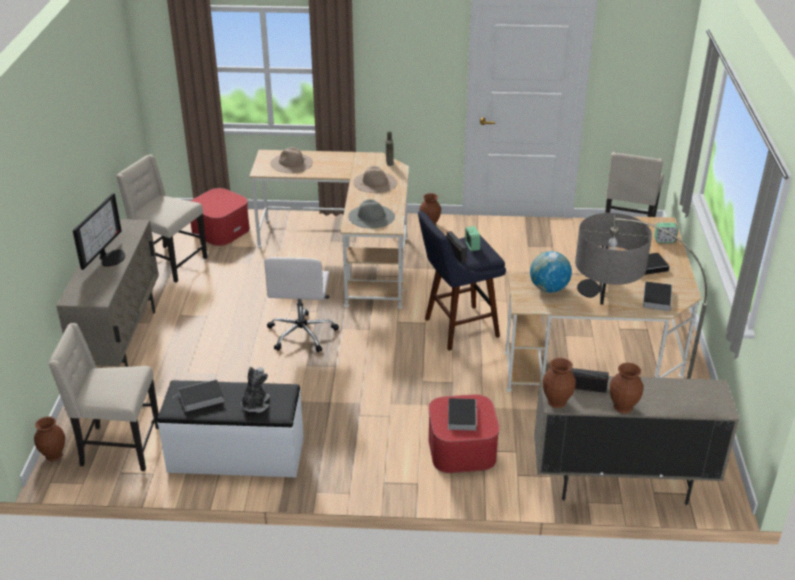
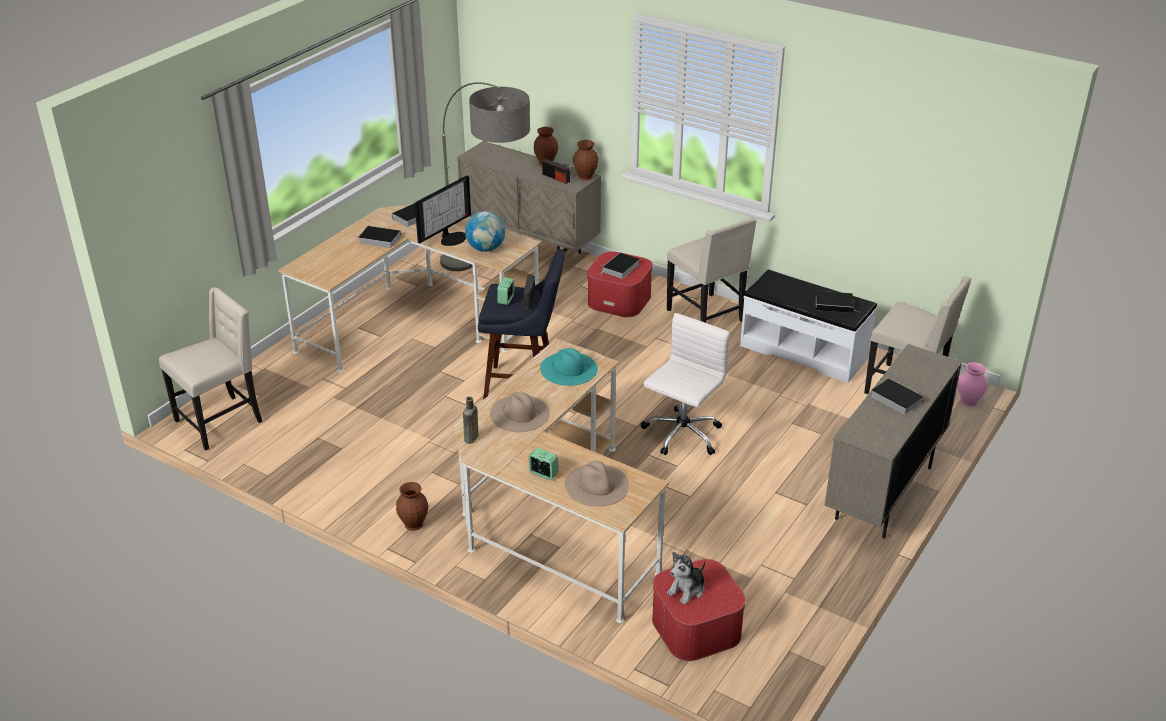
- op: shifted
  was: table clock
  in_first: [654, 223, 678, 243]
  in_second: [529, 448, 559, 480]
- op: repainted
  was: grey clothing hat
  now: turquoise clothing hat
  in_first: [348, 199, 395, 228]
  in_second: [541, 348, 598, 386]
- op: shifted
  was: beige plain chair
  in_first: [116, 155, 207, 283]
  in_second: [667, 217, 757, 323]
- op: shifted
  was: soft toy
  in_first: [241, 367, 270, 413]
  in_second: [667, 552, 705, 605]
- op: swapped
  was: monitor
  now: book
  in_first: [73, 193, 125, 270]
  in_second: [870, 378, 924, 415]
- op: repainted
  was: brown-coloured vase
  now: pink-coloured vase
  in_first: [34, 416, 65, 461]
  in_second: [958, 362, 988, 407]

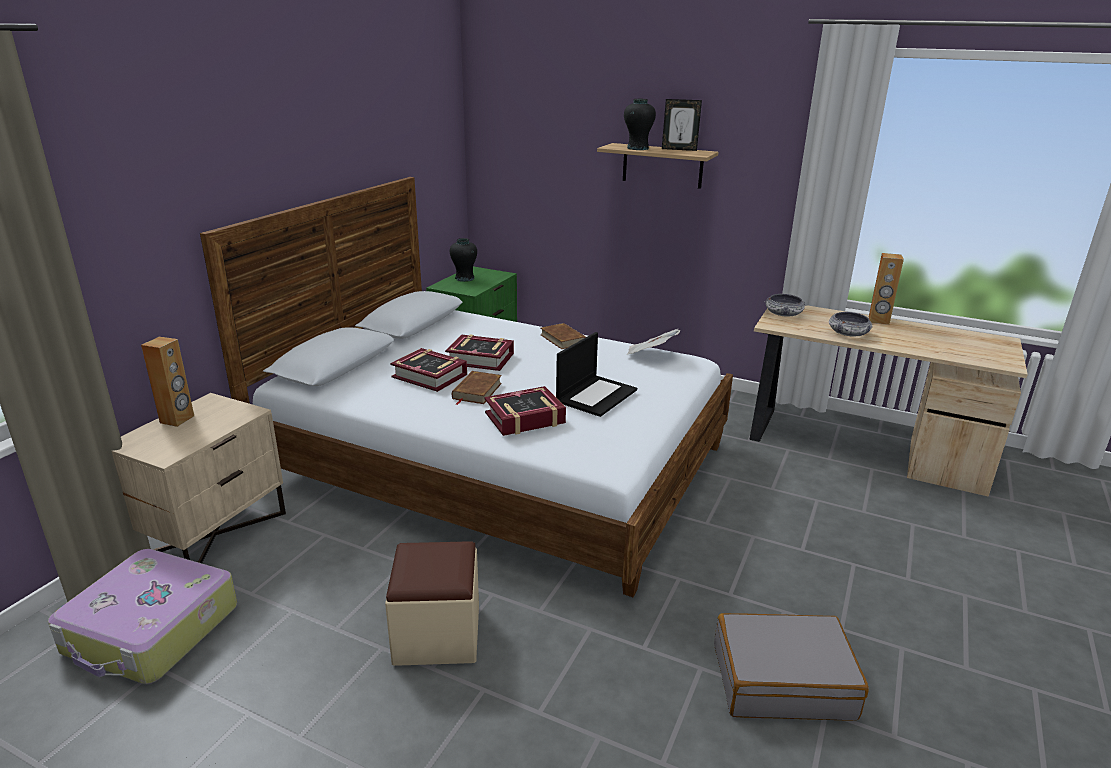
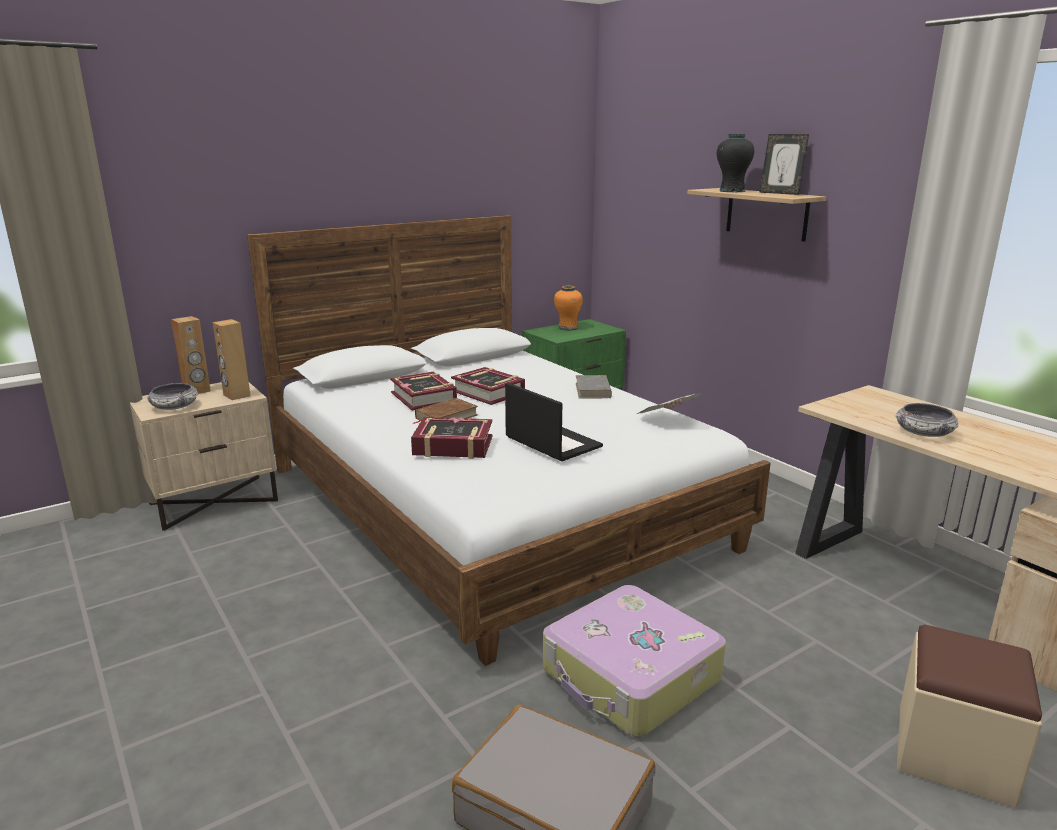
- op: shifted
  was: bowl
  in_first: [764, 294, 806, 317]
  in_second: [147, 383, 198, 410]
- op: shifted
  was: brown-coloured loudspeaker
  in_first: [869, 253, 904, 325]
  in_second: [213, 319, 251, 400]
- op: rotated
  was: laptop
  in_first: [556, 332, 637, 417]
  in_second: [505, 383, 603, 461]
  clockwise: -105
- op: shifted
  was: travel case
  in_first: [48, 549, 237, 684]
  in_second: [543, 585, 726, 737]
- op: repainted
  was: black-coloured vase
  now: orangey vase
  in_first: [450, 238, 477, 282]
  in_second: [554, 286, 583, 331]
- op: repainted
  was: brown-coloured book
  now: grey book
  in_first: [541, 323, 586, 349]
  in_second: [576, 375, 612, 399]
- op: shifted
  was: beige pouffe
  in_first: [385, 541, 479, 666]
  in_second: [897, 625, 1042, 808]

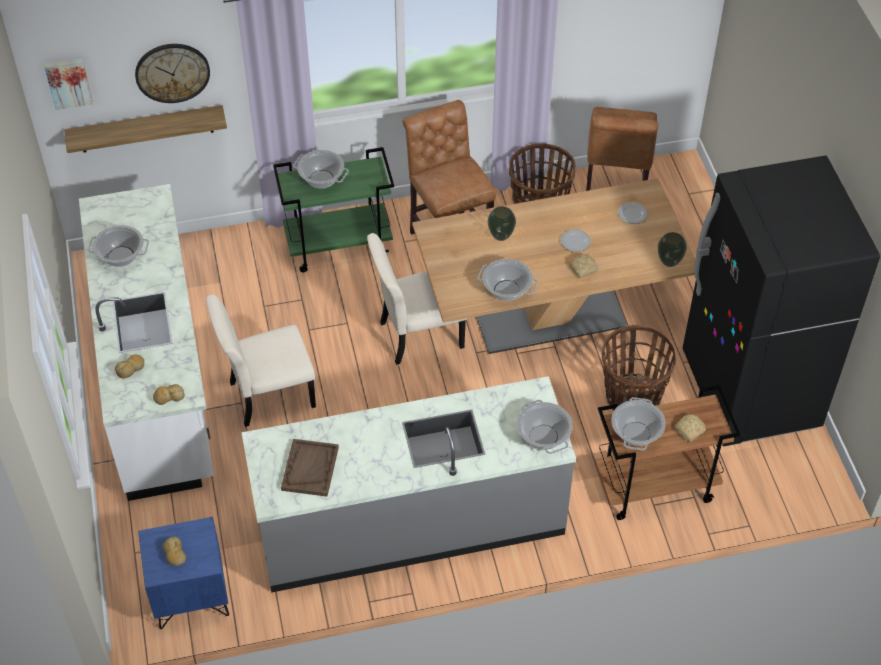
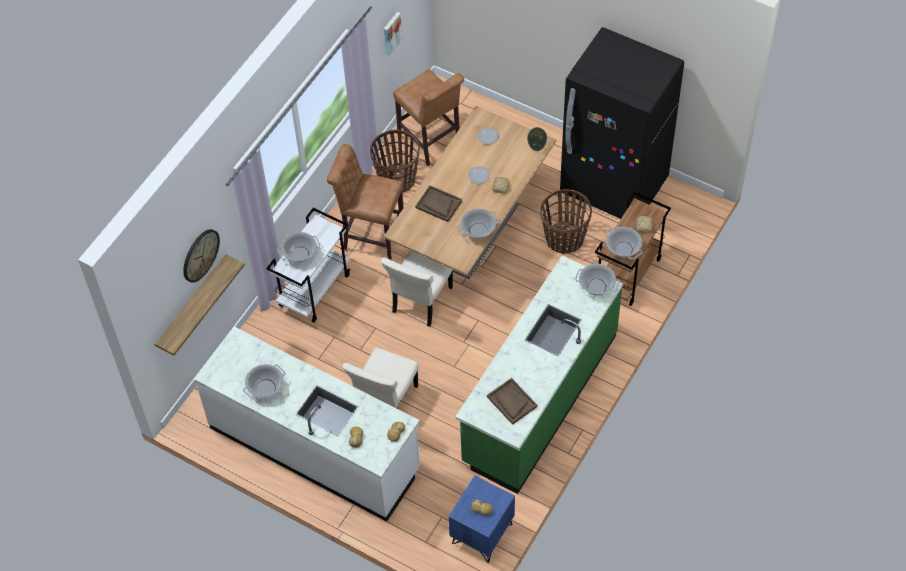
- op: repainted
  was: green cart
  now: white cart
  in_first: [273, 147, 394, 272]
  in_second: [266, 208, 350, 323]
- op: shifted
  was: wall picture
  in_first: [44, 58, 93, 110]
  in_second: [384, 12, 402, 56]
- op: swapped
  was: vase
  now: brown-coloured tray
  in_first: [488, 206, 516, 241]
  in_second: [415, 185, 462, 222]
- op: repainted
  was: grey kitchen base unit
  now: green kitchen base unit
  in_first: [241, 376, 576, 593]
  in_second: [456, 256, 623, 494]

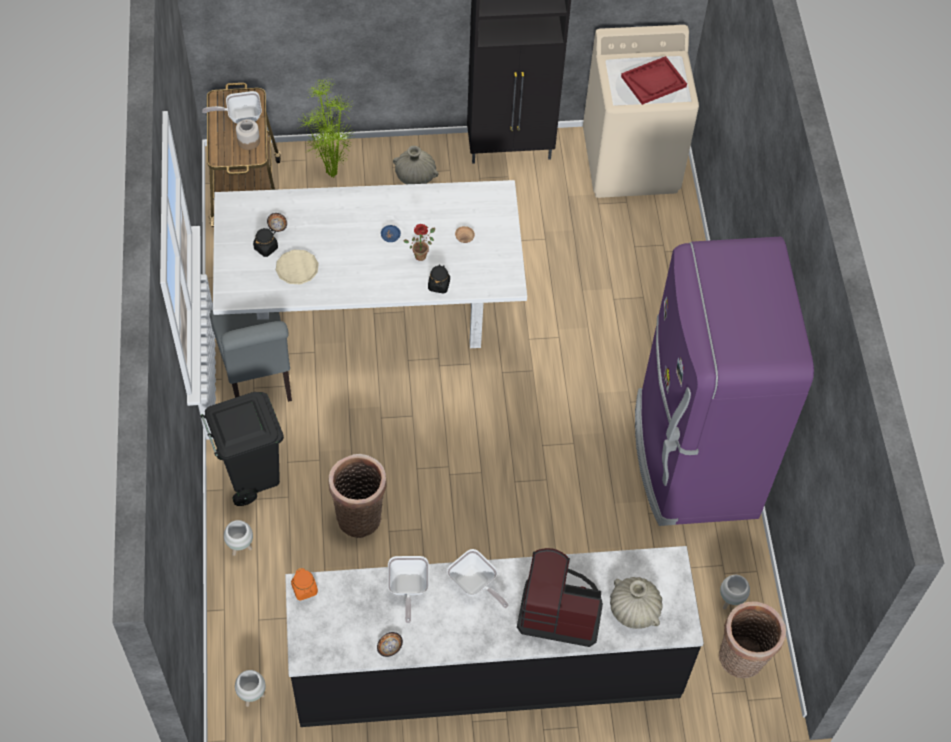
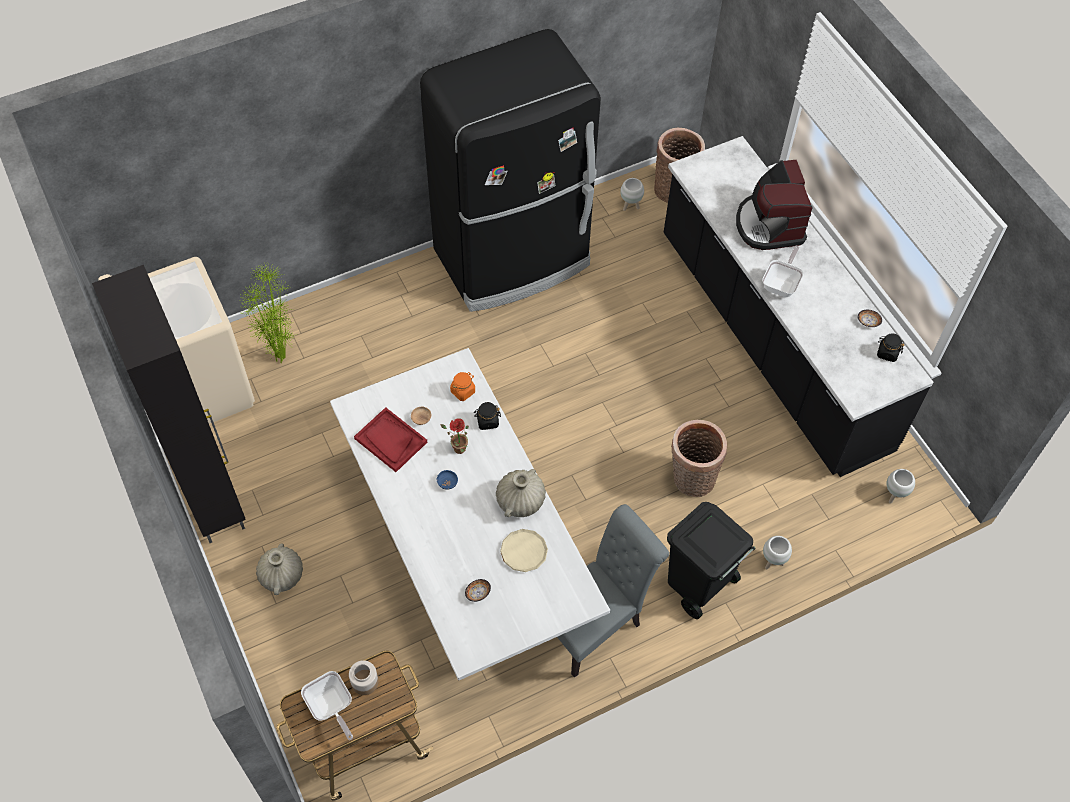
- op: shifted
  was: potted plant
  in_first: [299, 80, 355, 178]
  in_second: [239, 263, 294, 363]
- op: shifted
  was: reddish tray
  in_first: [621, 56, 687, 105]
  in_second: [354, 407, 427, 472]
- op: repainted
  was: purple-coloured refrigerator
  now: black-coloured refrigerator
  in_first: [635, 237, 814, 526]
  in_second: [420, 29, 601, 312]
- op: shifted
  was: orangey storage jar
  in_first: [291, 568, 318, 601]
  in_second: [450, 372, 475, 401]
- op: shifted
  was: beige vase
  in_first: [610, 577, 663, 629]
  in_second: [496, 469, 546, 517]
- op: shifted
  was: black-coloured storage jar
  in_first: [253, 228, 278, 257]
  in_second: [877, 333, 905, 362]
- op: gone
  was: frying pan
  in_first: [388, 556, 429, 623]

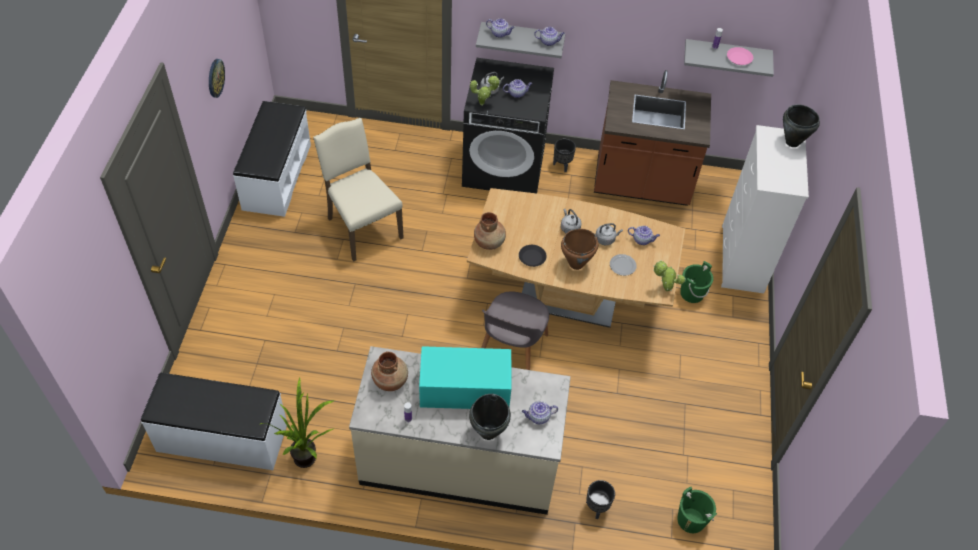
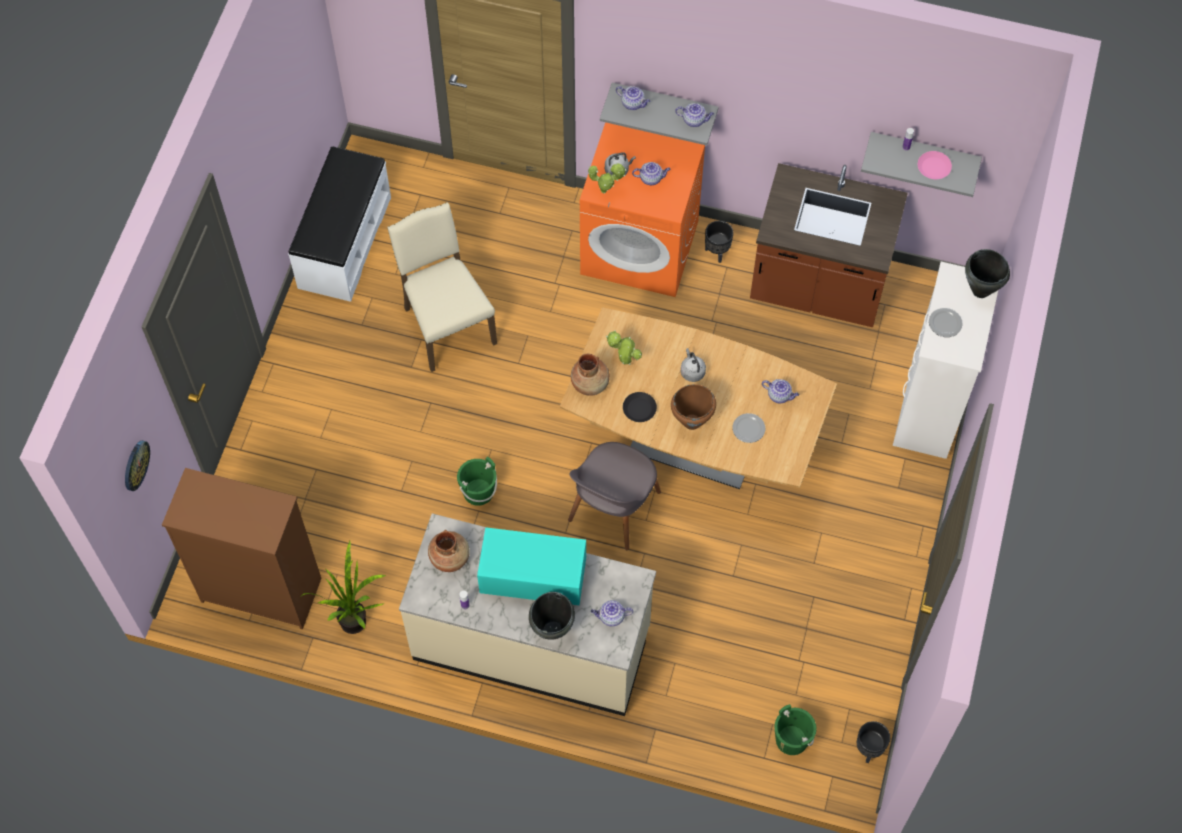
- op: shifted
  was: wall clock
  in_first: [209, 59, 225, 98]
  in_second: [125, 441, 150, 491]
- op: swapped
  was: white indoor bench
  now: brown-coloured chest of drawers
  in_first: [141, 373, 287, 470]
  in_second: [162, 468, 321, 629]
- op: shifted
  was: green bucket
  in_first: [680, 261, 713, 303]
  in_second: [457, 457, 497, 506]
- op: repainted
  was: black-coloured laundry machine
  now: orangey laundry machine
  in_first: [462, 58, 554, 193]
  in_second: [580, 122, 705, 297]
- op: shifted
  was: potted plant
  in_first: [653, 260, 685, 291]
  in_second: [606, 330, 642, 365]
- op: shifted
  was: black-coloured flower pot
  in_first: [586, 480, 615, 519]
  in_second: [857, 721, 890, 763]
- op: new
  now: plate
  in_second: [929, 308, 963, 337]
- op: gone
  was: grey tea kettle
  in_first: [595, 223, 623, 245]

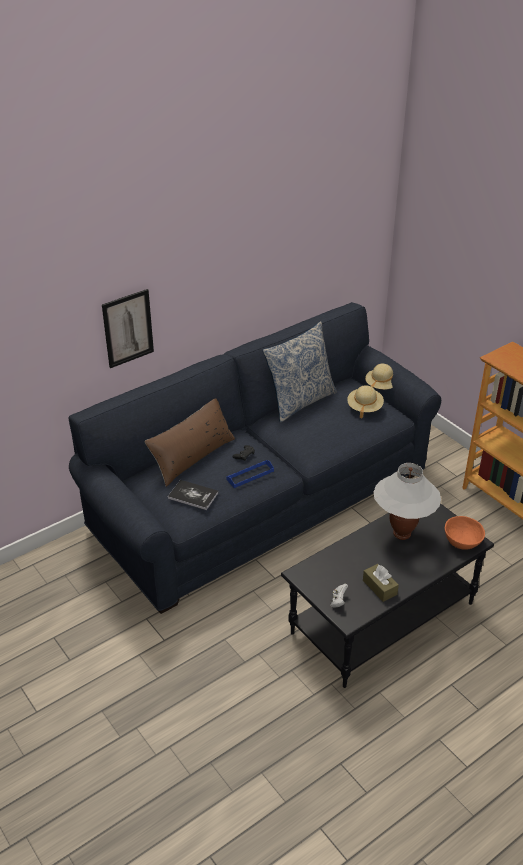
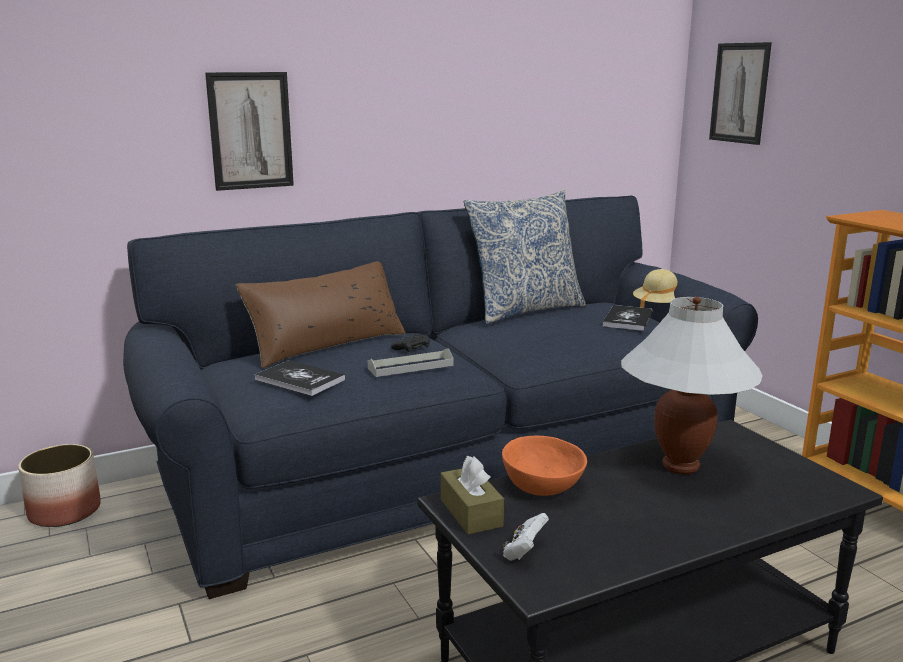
- op: new
  now: flower pot
  in_second: [18, 444, 101, 527]
- op: repainted
  was: blue-coloured tray
  now: grey tray
  in_first: [226, 460, 274, 488]
  in_second: [368, 348, 454, 377]
- op: shifted
  was: brown-coloured box of tissues
  in_first: [363, 564, 399, 602]
  in_second: [441, 456, 504, 535]
- op: shifted
  was: orangey bowl
  in_first: [445, 516, 485, 550]
  in_second: [502, 436, 587, 496]
- op: swapped
  was: beige clothing hat
  now: book
  in_first: [347, 385, 384, 418]
  in_second: [603, 305, 652, 331]
- op: new
  now: wall picture
  in_second: [709, 42, 772, 145]

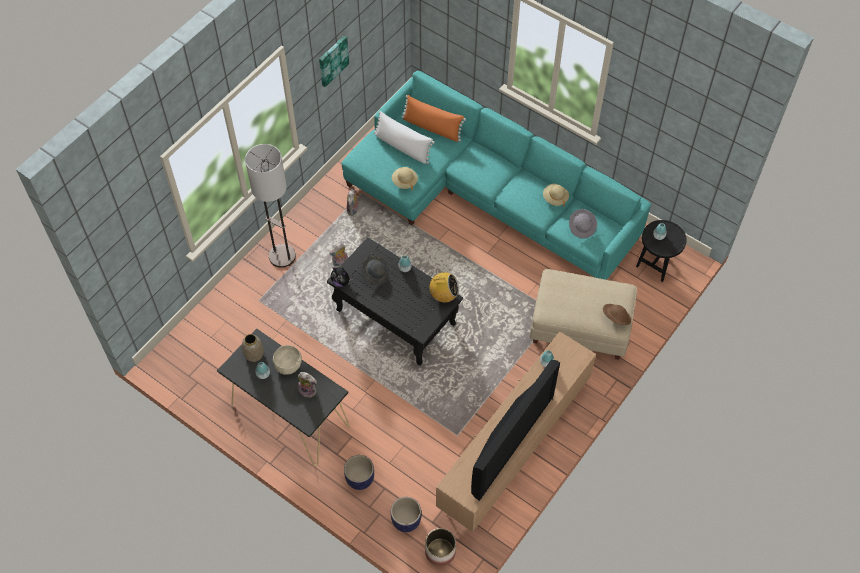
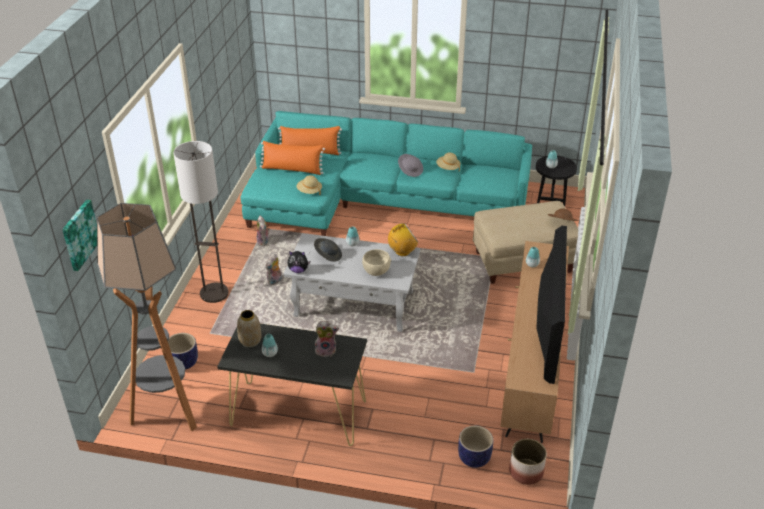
- op: shifted
  was: wall picture
  in_first: [319, 36, 349, 87]
  in_second: [62, 200, 97, 271]
- op: new
  now: standard lamp
  in_second: [97, 203, 197, 431]
- op: shifted
  was: flower pot
  in_first: [344, 455, 374, 490]
  in_second: [168, 333, 198, 370]
- op: repainted
  was: white cushion
  now: orangey cushion
  in_first: [374, 111, 435, 164]
  in_second: [260, 141, 325, 175]
- op: repainted
  was: black-coloured low table
  now: white low table
  in_first: [327, 237, 463, 366]
  in_second: [284, 233, 421, 332]
- op: shifted
  was: beige bowl
  in_first: [273, 345, 302, 375]
  in_second: [362, 249, 391, 276]
- op: shifted
  was: grey clothing hat
  in_first: [569, 209, 597, 238]
  in_second: [398, 154, 423, 177]

